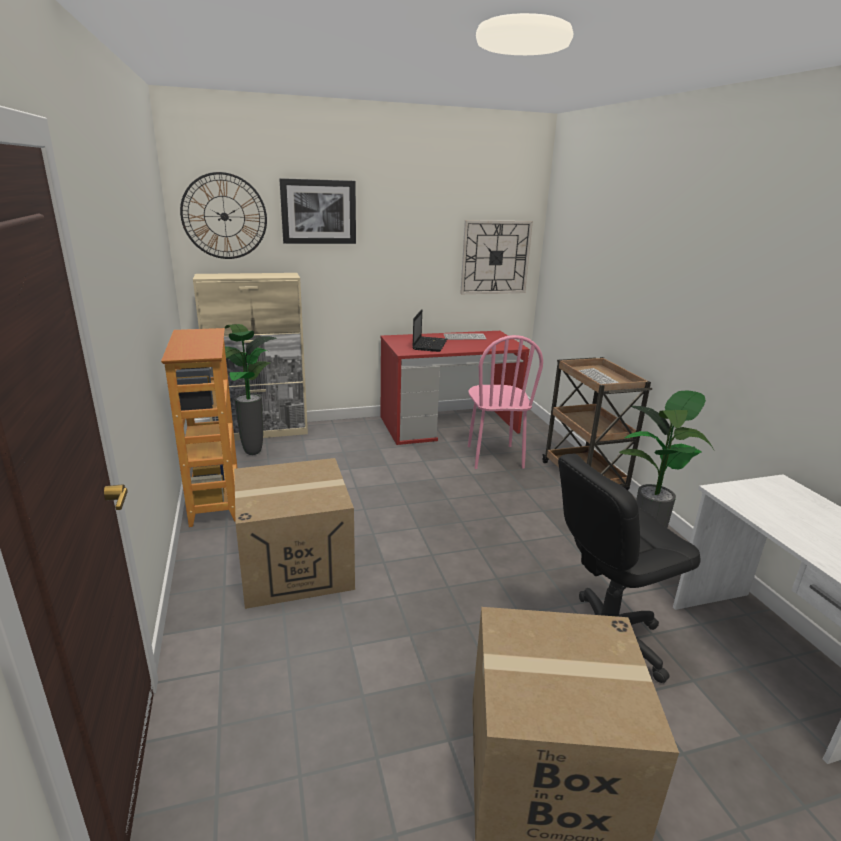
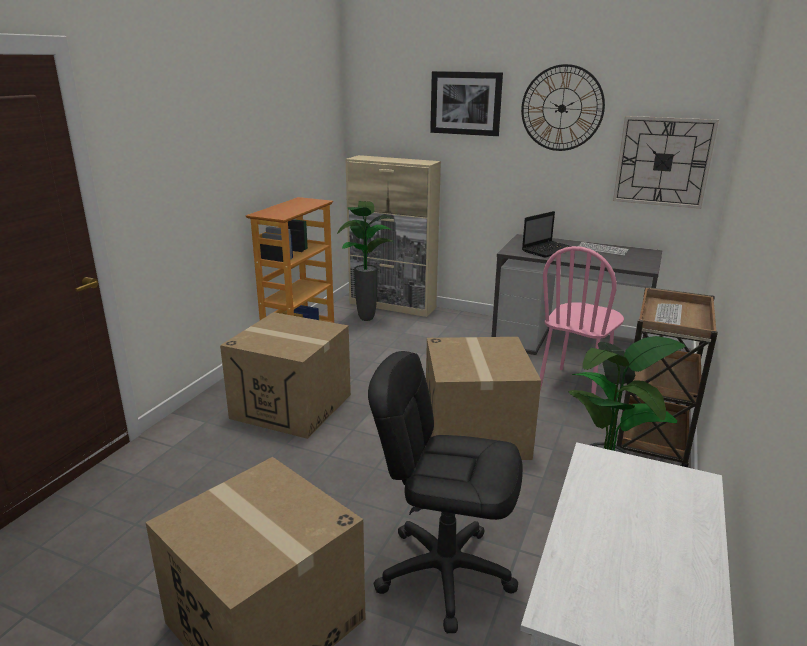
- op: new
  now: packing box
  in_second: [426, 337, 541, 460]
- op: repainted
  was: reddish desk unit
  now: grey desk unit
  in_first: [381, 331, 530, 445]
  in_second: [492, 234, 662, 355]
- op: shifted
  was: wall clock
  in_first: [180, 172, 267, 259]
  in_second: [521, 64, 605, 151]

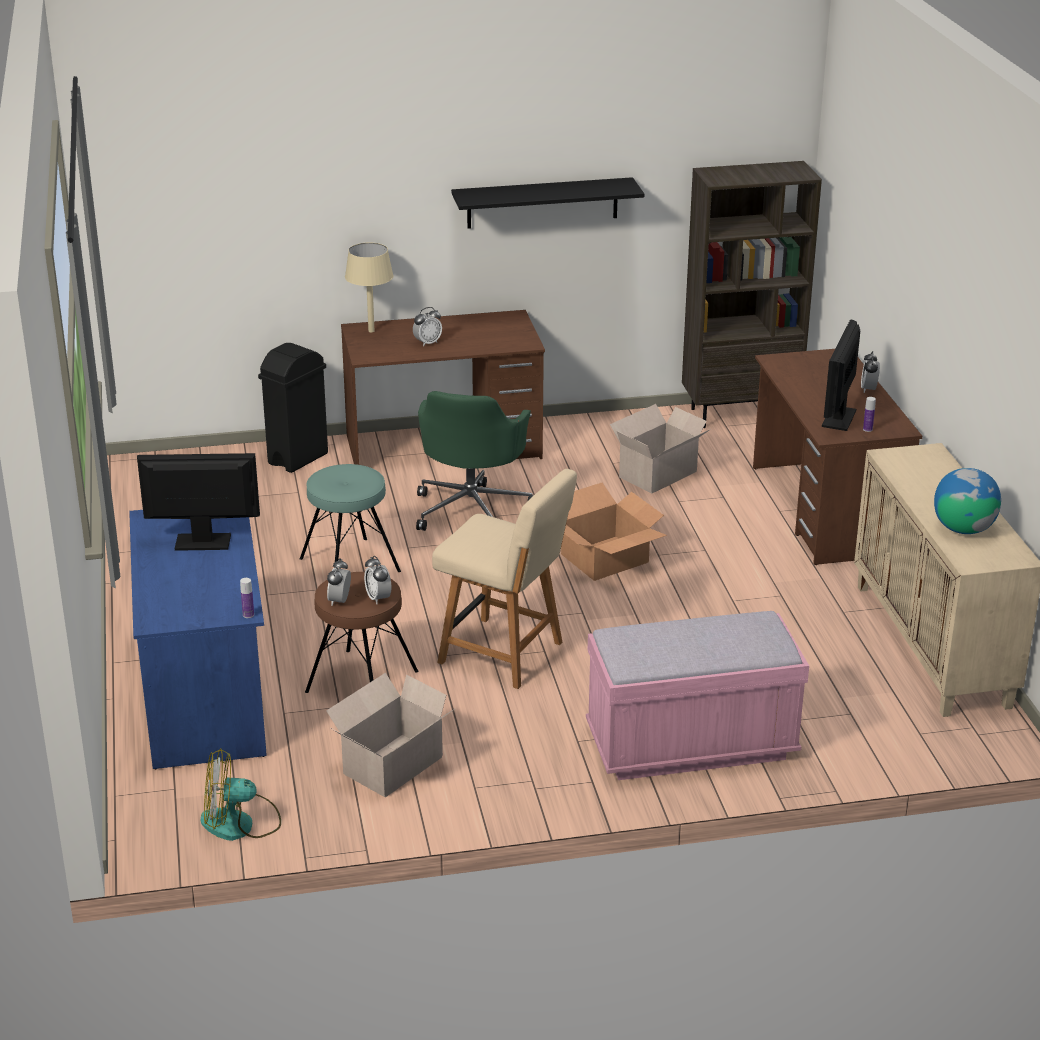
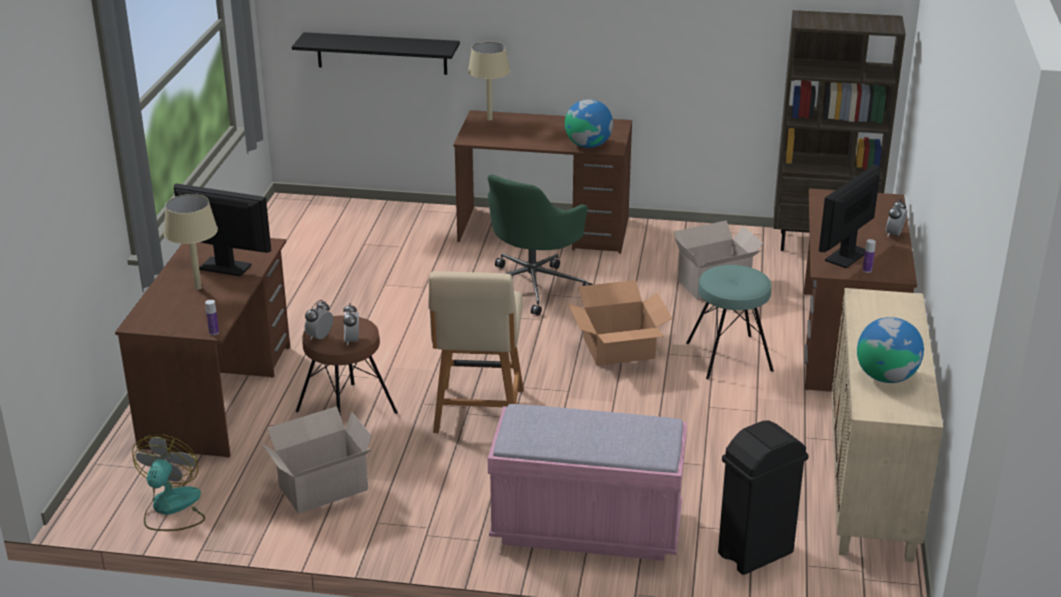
- op: repainted
  was: blue-coloured desk unit
  now: brown-coloured desk unit
  in_first: [129, 510, 267, 769]
  in_second: [115, 238, 290, 458]
- op: rotated
  was: cooling fan
  in_first: [201, 748, 281, 841]
  in_second: [132, 434, 205, 531]
  clockwise: 90
- op: new
  now: beige lamp for a table
  in_second: [164, 194, 218, 290]
- op: shifted
  was: black-coloured wall shelf
  in_first: [451, 177, 644, 229]
  in_second: [292, 32, 460, 75]
- op: rotated
  was: beige plain chair
  in_first: [432, 469, 577, 689]
  in_second: [428, 271, 524, 433]
  clockwise: 45
- op: new
  now: world globe
  in_second: [565, 99, 613, 148]
- op: shifted
  was: turquoise stool seat
  in_first: [300, 464, 401, 572]
  in_second: [686, 265, 774, 379]
- op: shifted
  was: black-coloured rubbish bin
  in_first: [258, 343, 328, 473]
  in_second: [718, 420, 809, 575]
- op: gone
  was: table clock
  in_first: [413, 307, 442, 347]

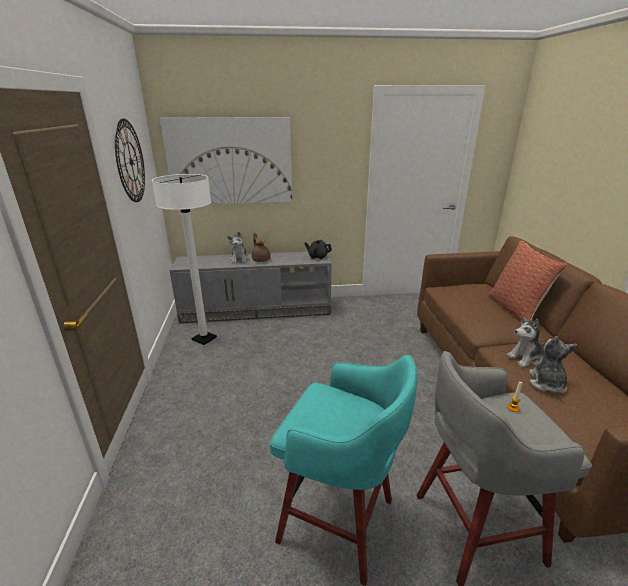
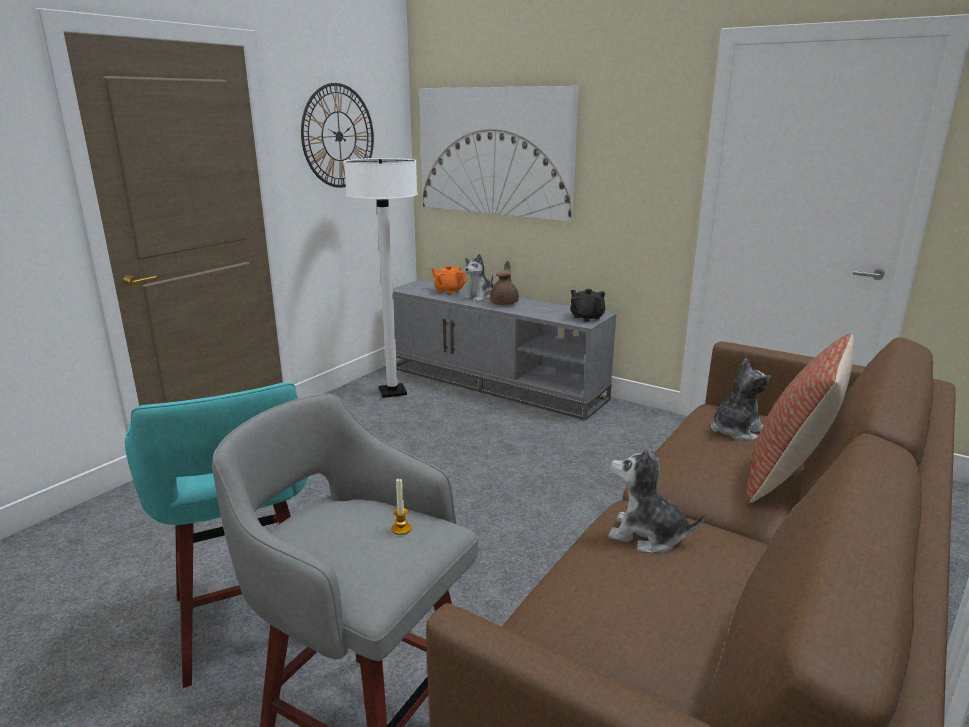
- op: new
  now: orangey tea pot
  in_second: [431, 265, 467, 294]
- op: shifted
  was: soft toy
  in_first: [529, 336, 577, 393]
  in_second: [711, 359, 772, 441]

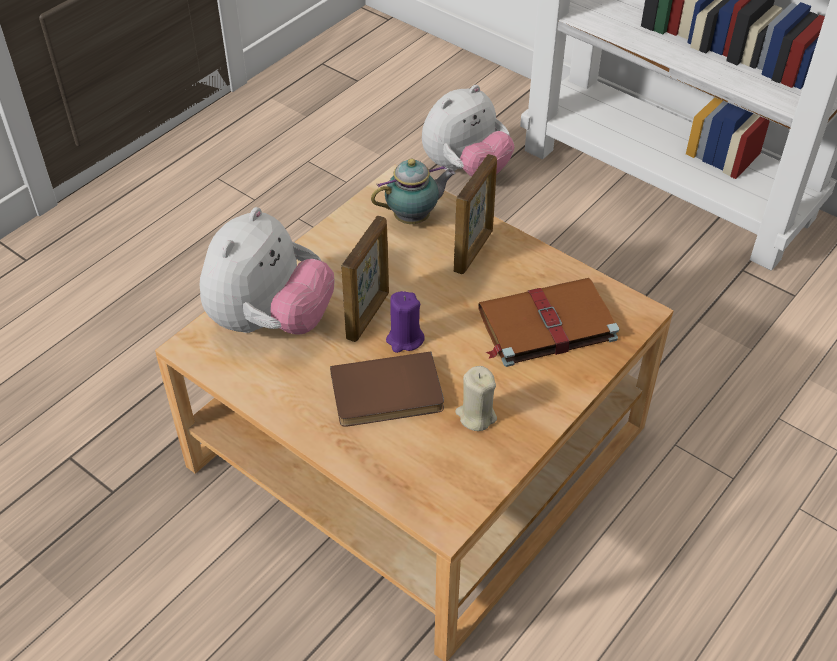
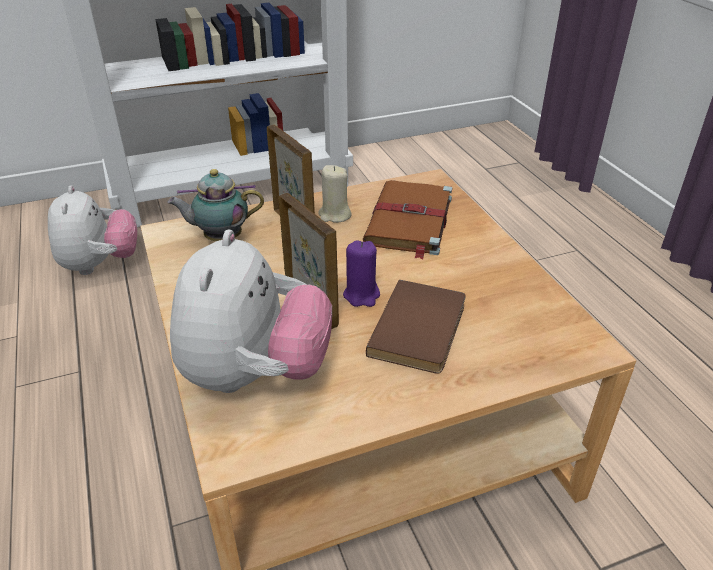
- op: rotated
  was: tea pot
  in_first: [371, 158, 455, 224]
  in_second: [167, 169, 264, 241]
  clockwise: -105
- op: rotated
  was: soft toy
  in_first: [200, 207, 334, 335]
  in_second: [170, 230, 332, 393]
  clockwise: 45
- op: shifted
  was: beige wax candle
  in_first: [455, 366, 497, 431]
  in_second: [318, 165, 352, 223]

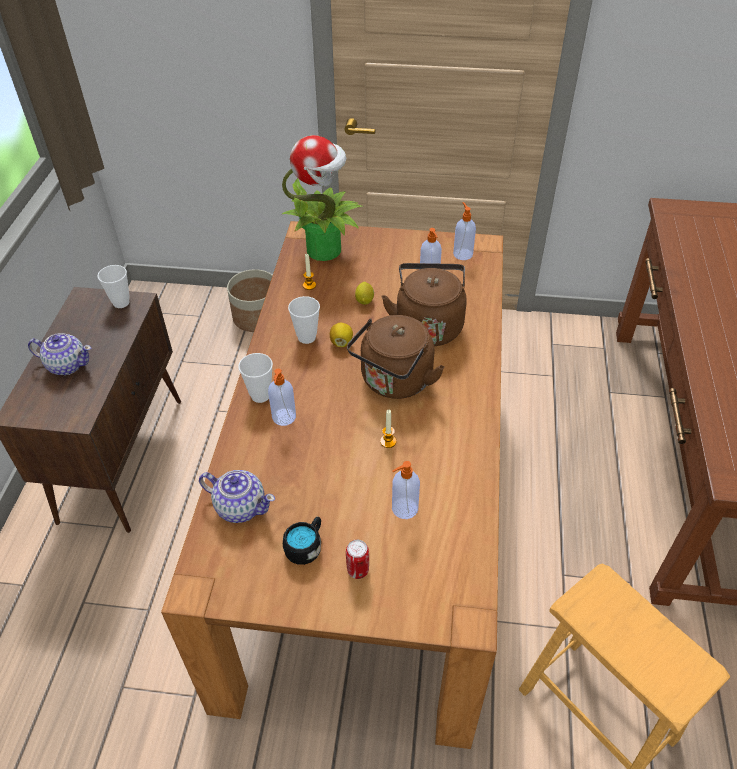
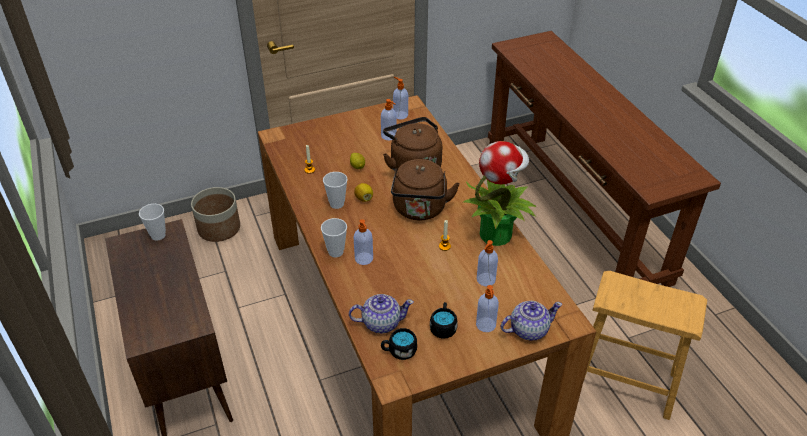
- op: new
  now: black-coloured mug
  in_second: [381, 328, 417, 360]
- op: shifted
  was: potted plant
  in_first: [282, 135, 363, 261]
  in_second: [463, 141, 536, 246]
- op: swapped
  was: can
  now: soap dispenser
  in_first: [346, 539, 369, 579]
  in_second: [476, 285, 499, 332]
- op: shifted
  was: tea pot
  in_first: [28, 333, 92, 375]
  in_second: [501, 301, 562, 341]

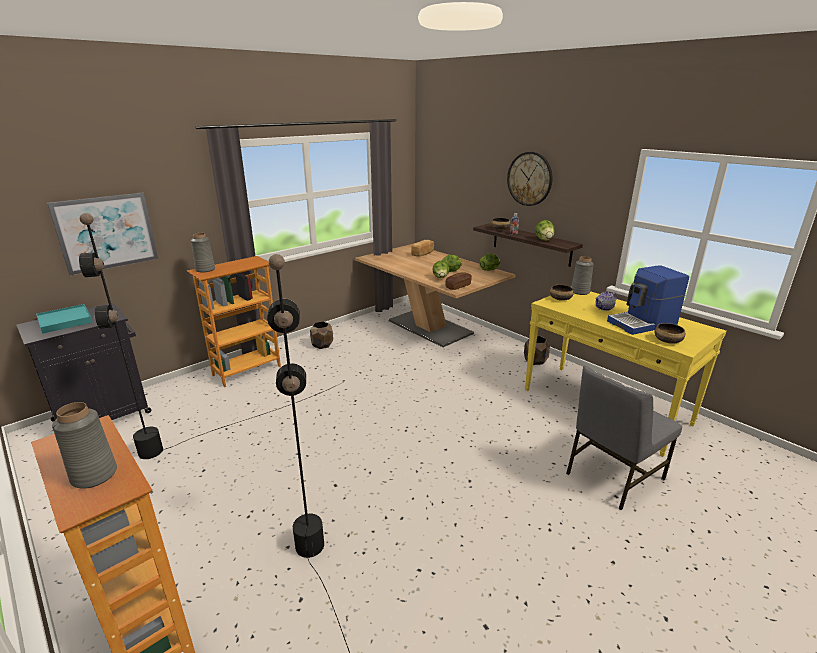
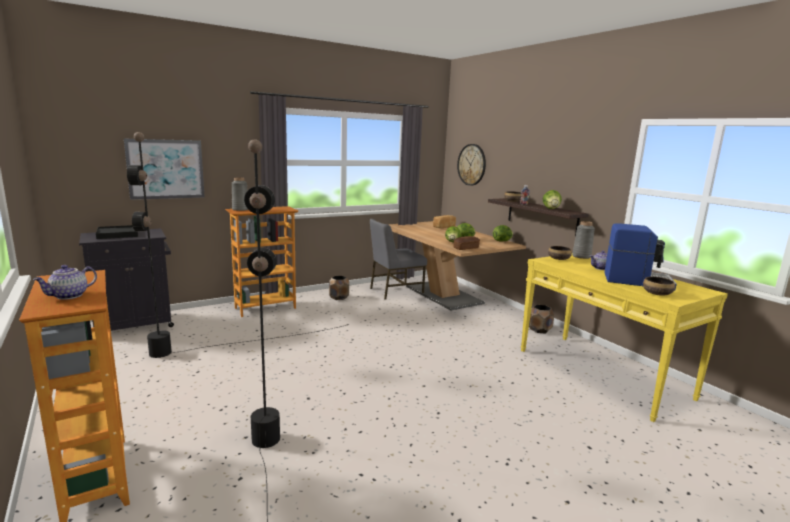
- op: swapped
  was: grey vase
  now: tea pot
  in_first: [52, 402, 117, 489]
  in_second: [33, 265, 97, 300]
- op: repainted
  was: turquoise tray
  now: black-coloured tray
  in_first: [36, 304, 92, 334]
  in_second: [96, 225, 138, 239]
- op: shifted
  was: grey plain chair
  in_first: [566, 366, 682, 510]
  in_second: [370, 219, 427, 300]
- op: shifted
  was: wall clock
  in_first: [507, 152, 553, 206]
  in_second: [457, 144, 486, 186]
- op: rotated
  was: coffee brewer
  in_first: [607, 265, 689, 335]
  in_second: [604, 223, 677, 290]
  clockwise: -150

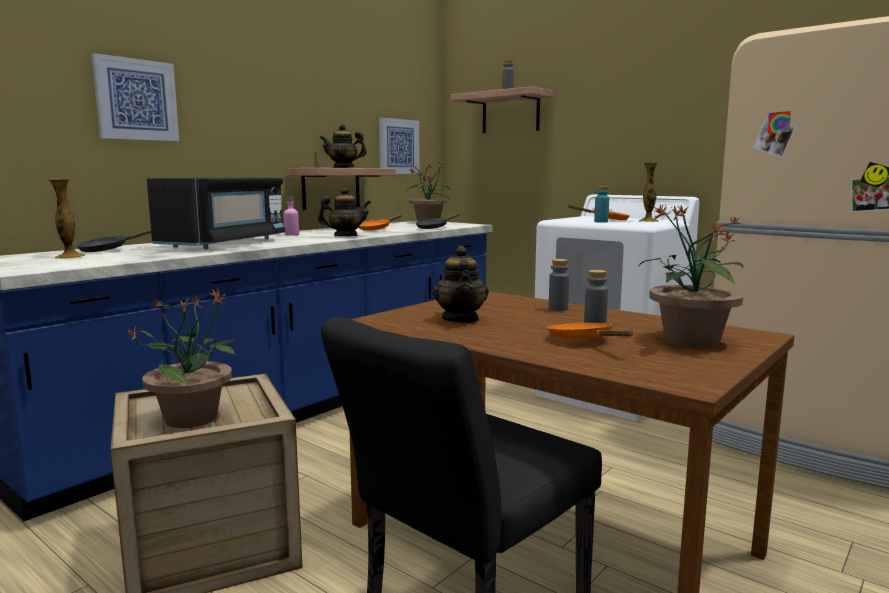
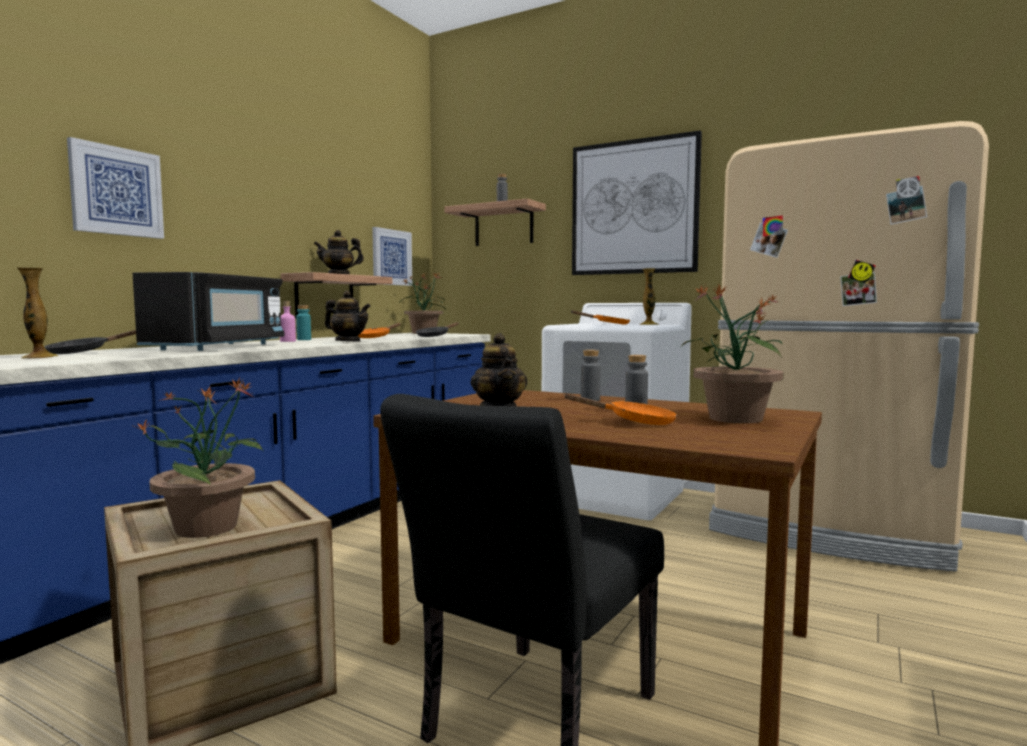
- op: shifted
  was: turquoise beverage bottle
  in_first: [594, 186, 609, 223]
  in_second: [296, 305, 311, 340]
- op: rotated
  was: tea pot
  in_first: [318, 187, 371, 236]
  in_second: [325, 291, 371, 342]
  clockwise: 45
- op: rotated
  was: orangey frying pan
  in_first: [547, 323, 633, 339]
  in_second: [563, 394, 677, 425]
  clockwise: 135
- op: new
  now: wall picture
  in_second: [572, 130, 702, 275]

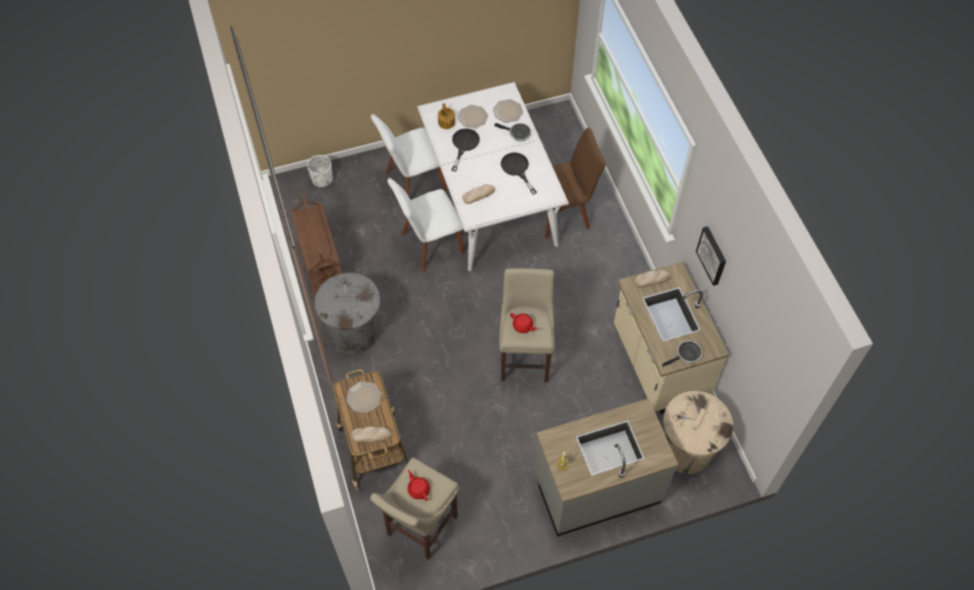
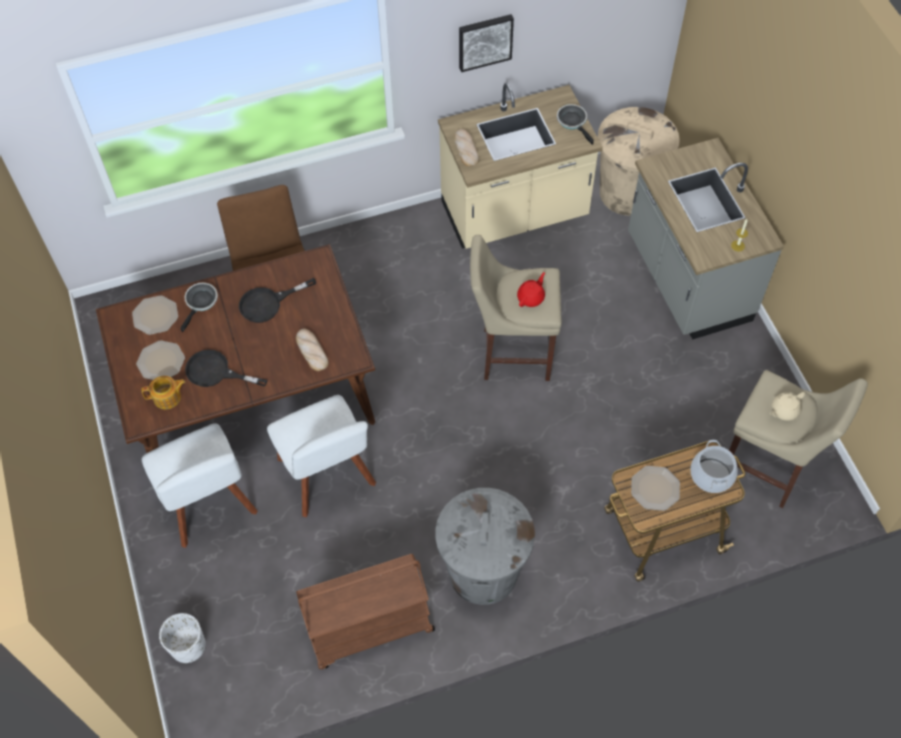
- op: repainted
  was: white dinner table
  now: brown-coloured dinner table
  in_first: [417, 82, 569, 271]
  in_second: [96, 244, 375, 453]
- op: swapped
  was: bread
  now: stockpot
  in_first: [351, 427, 391, 443]
  in_second: [690, 440, 738, 493]
- op: repainted
  was: reddish tea pot
  now: beige tea pot
  in_first: [408, 470, 430, 501]
  in_second: [770, 392, 805, 421]

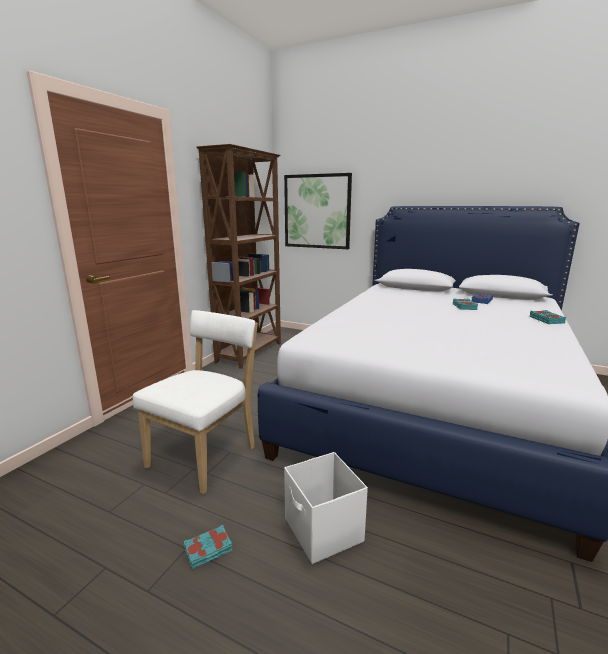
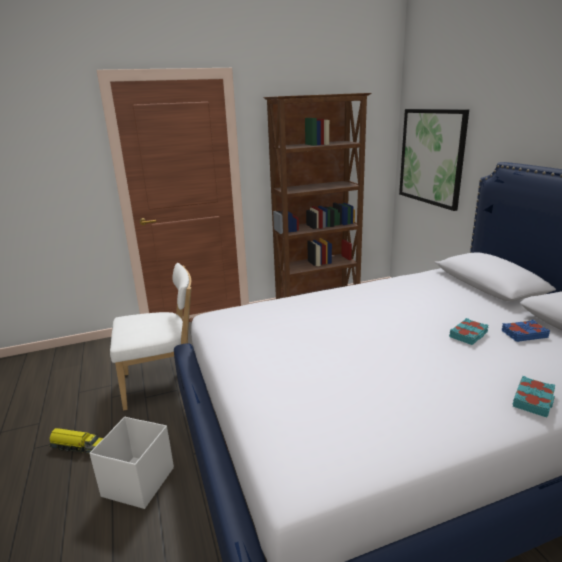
- op: swapped
  was: turquoise book
  now: toy truck
  in_first: [184, 525, 232, 569]
  in_second: [50, 428, 103, 453]

